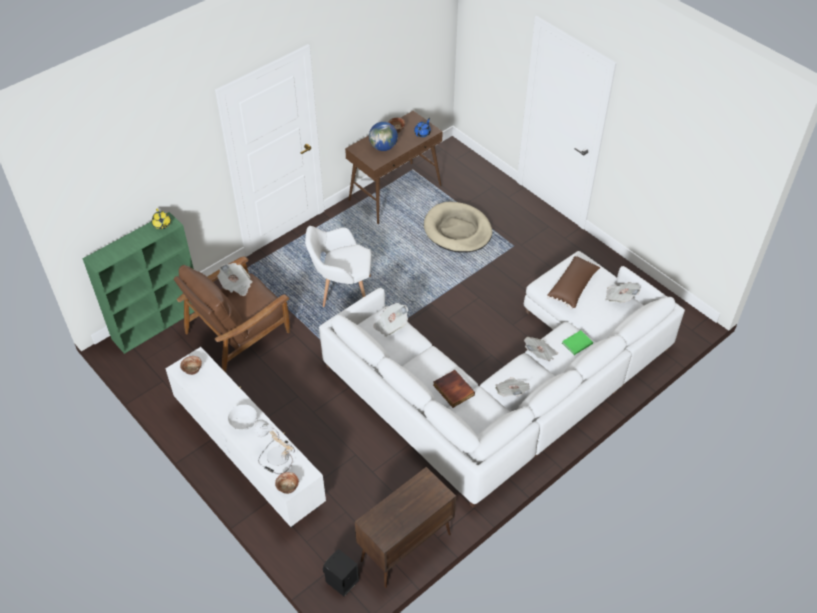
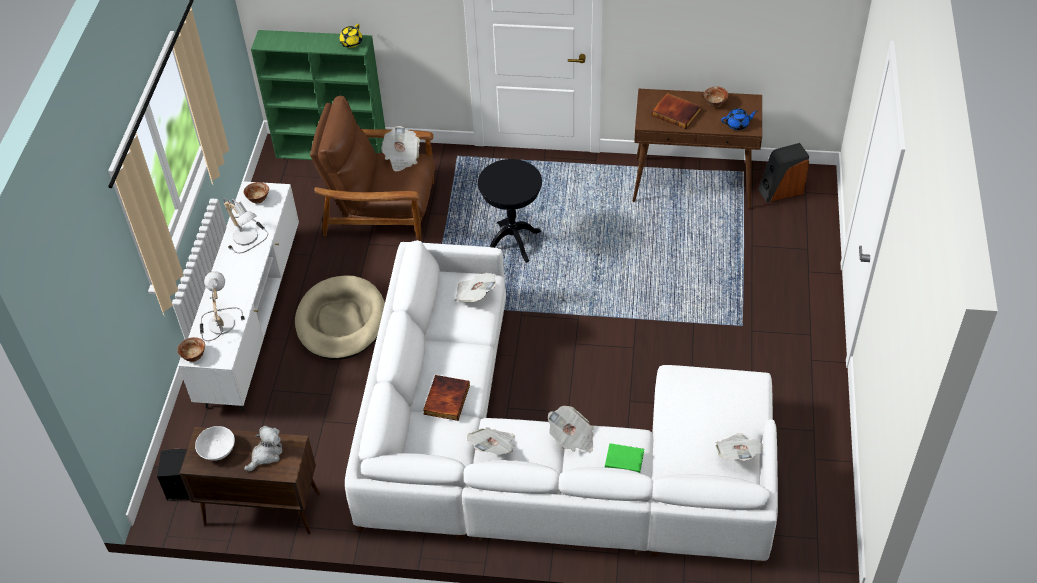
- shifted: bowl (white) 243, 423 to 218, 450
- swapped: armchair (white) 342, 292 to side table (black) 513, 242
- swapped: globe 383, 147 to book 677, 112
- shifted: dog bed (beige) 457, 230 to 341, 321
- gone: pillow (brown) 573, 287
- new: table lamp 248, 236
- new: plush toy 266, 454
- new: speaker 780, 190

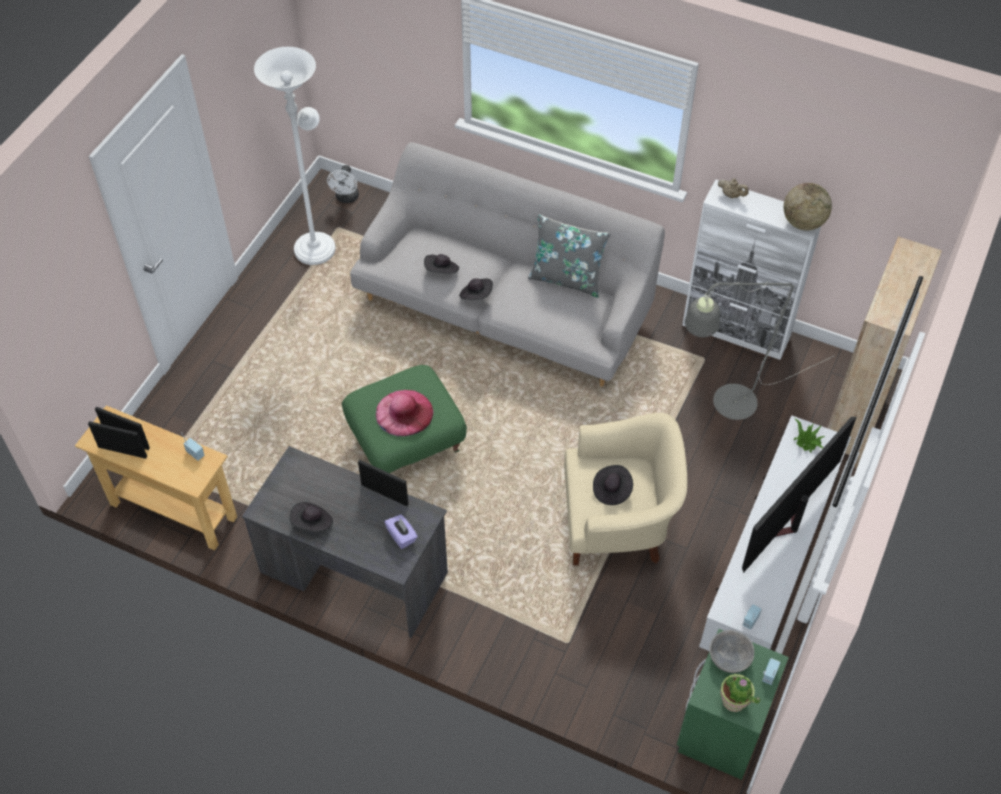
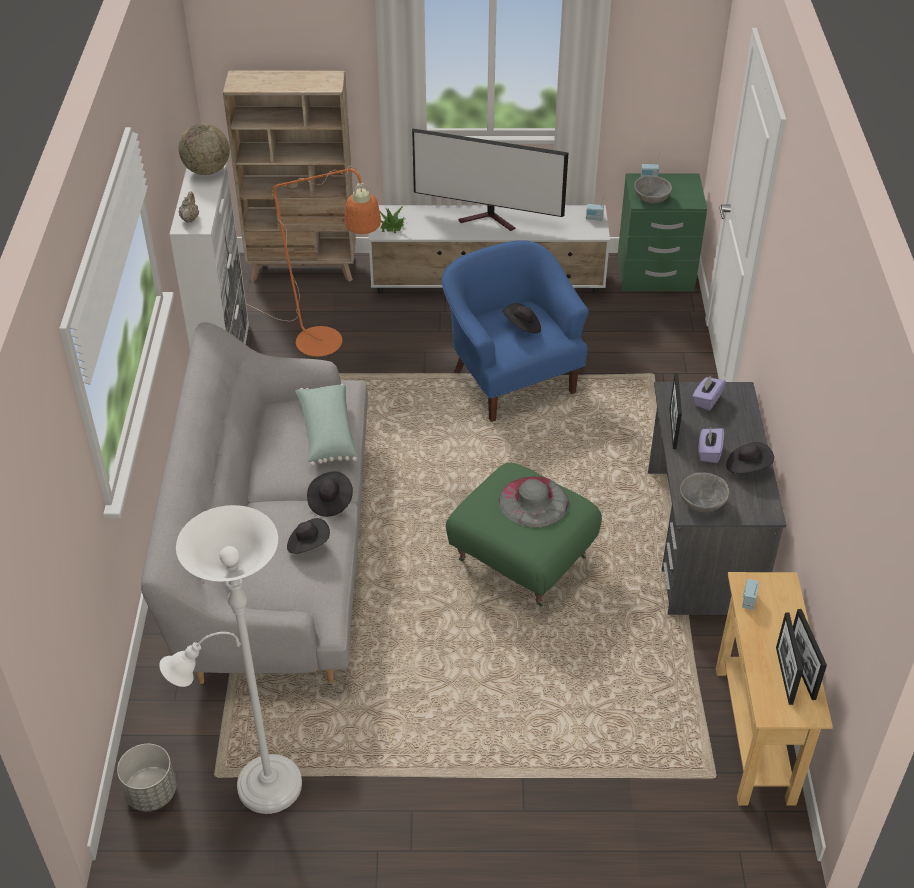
- swapped: fan (white) 346, 198 to planter (grey) 151, 792
- repainted: hat (pink) 404, 412 to hat (grey) 533, 501
- gone: pillow (grey) 567, 278
- repainted: armchair (beige) 618, 524 to armchair (blue) 511, 378
- repainted: floor lamp (grey) 725, 406 to floor lamp (orange) 329, 346
- gone: potted plant 734, 701
- new: pillow (green) 326, 433
- new: bowl (grey) 702, 502
- new: tissue box (purple) 709, 452

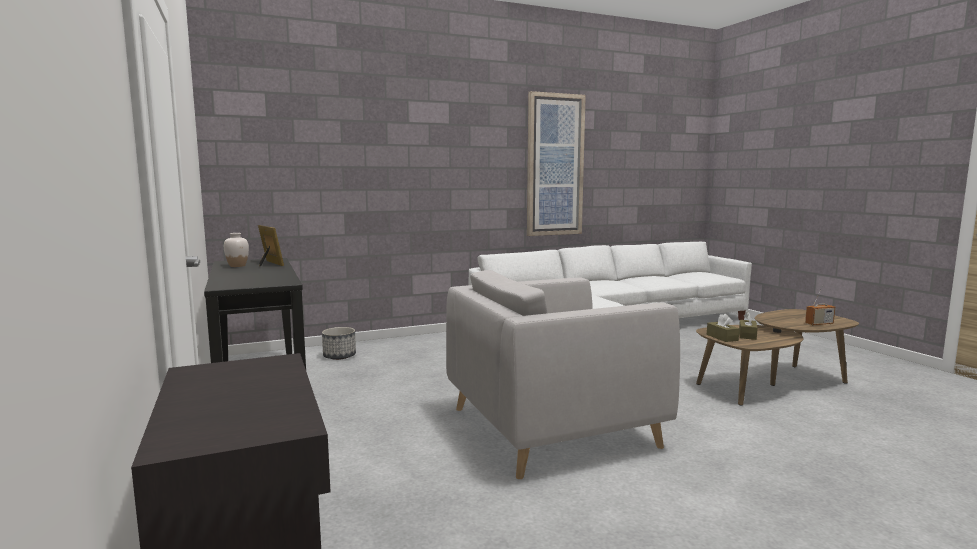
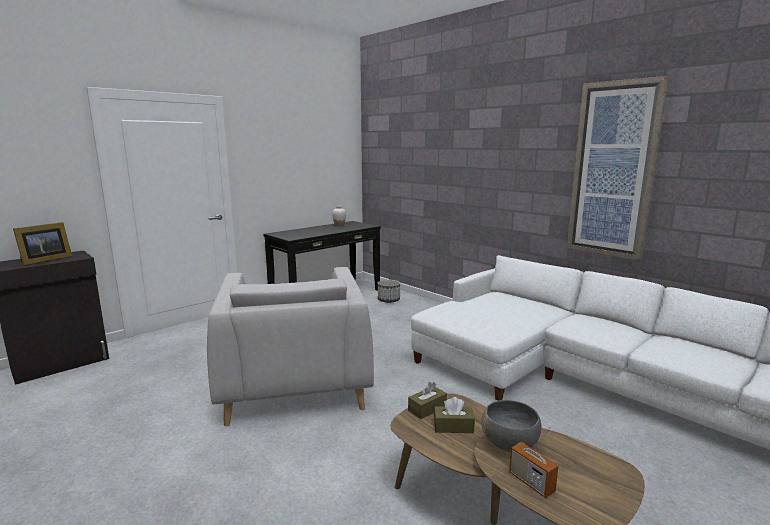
- shifted: picture frame 269, 264 to 44, 260
- rotated: armchair (grey) 551, 427 = 295, 385 150 degrees counterclockwise
- new: bowl (grey) 509, 443

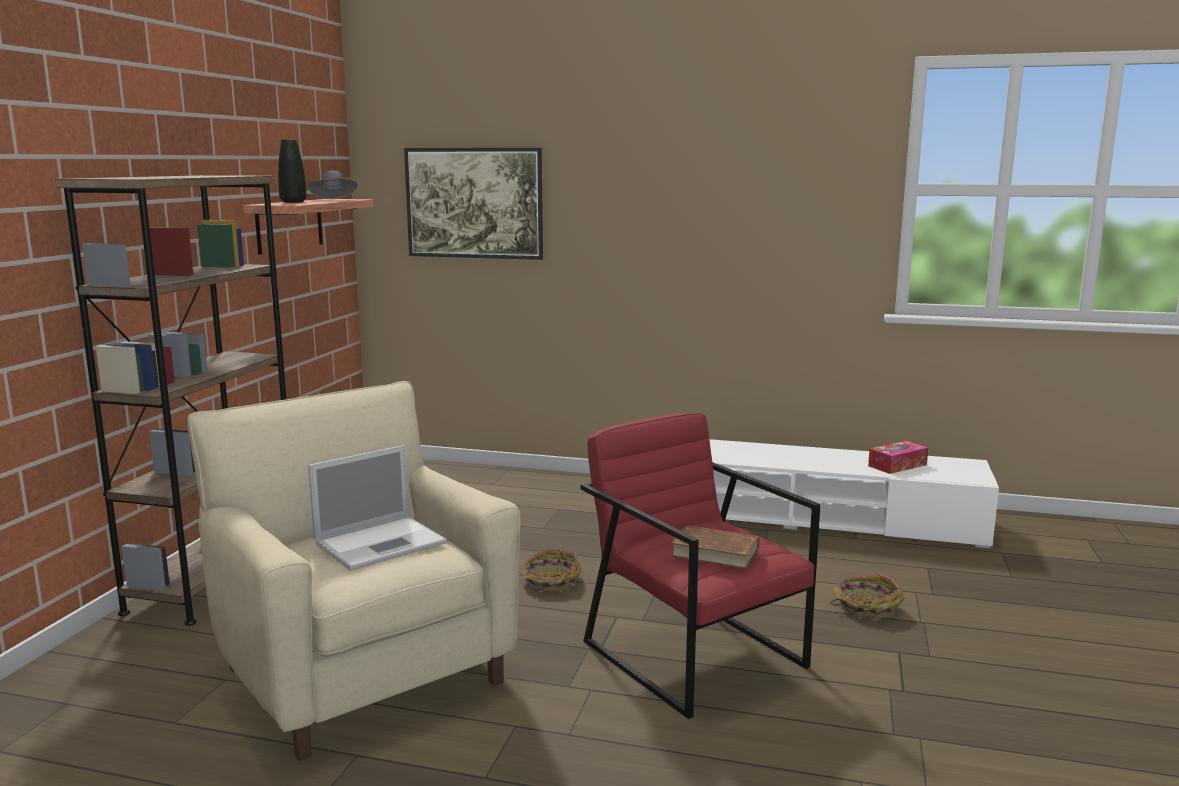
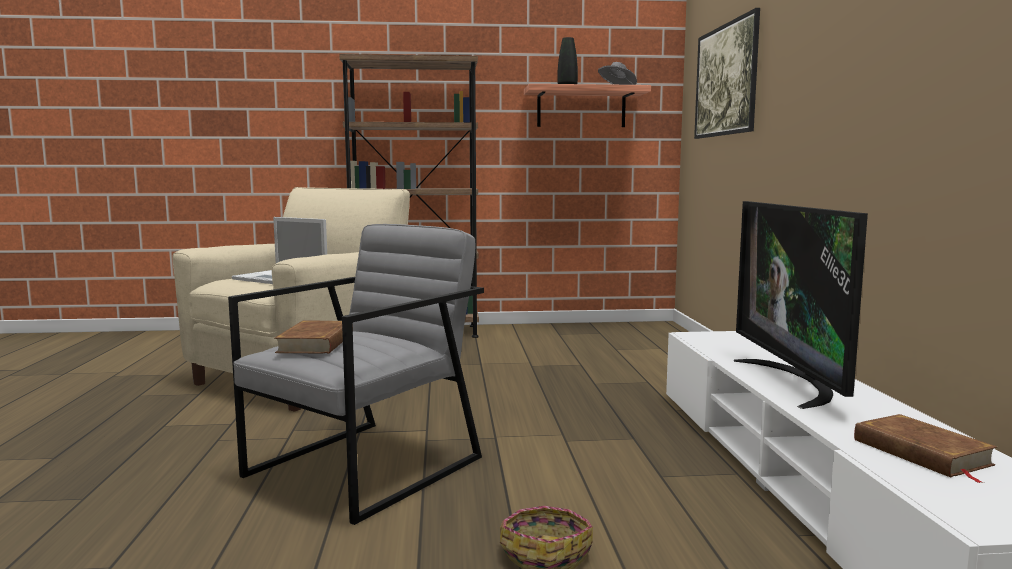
- gone: basket 550, 581
- repainted: armchair (red) 694, 653 to armchair (grey) 365, 467
- swapped: tissue box 897, 465 to book (brown) 921, 453
- new: television 793, 382

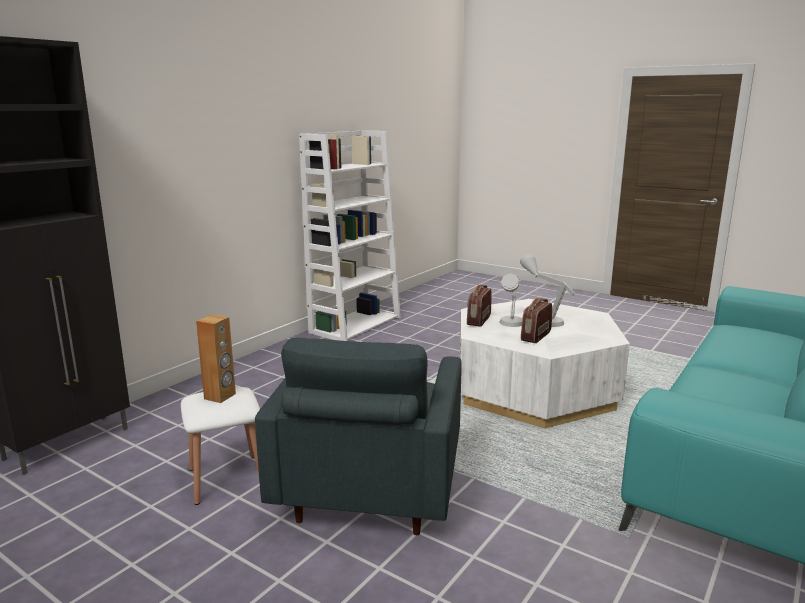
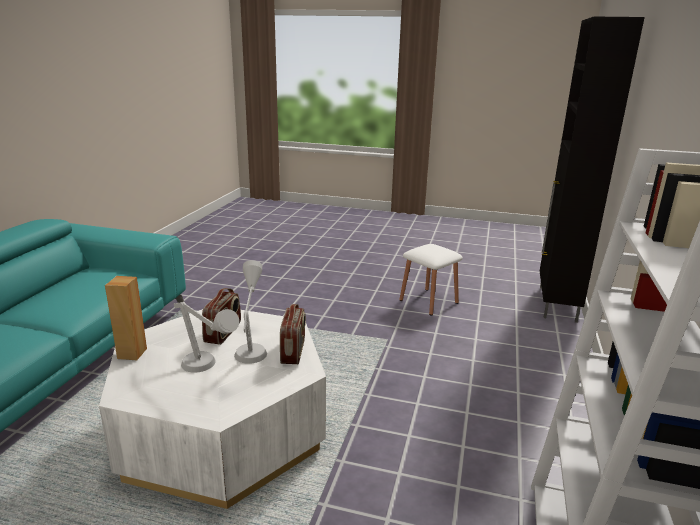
- shifted: speaker (brown) 220, 396 to 131, 353
- gone: armchair (grey) 368, 491

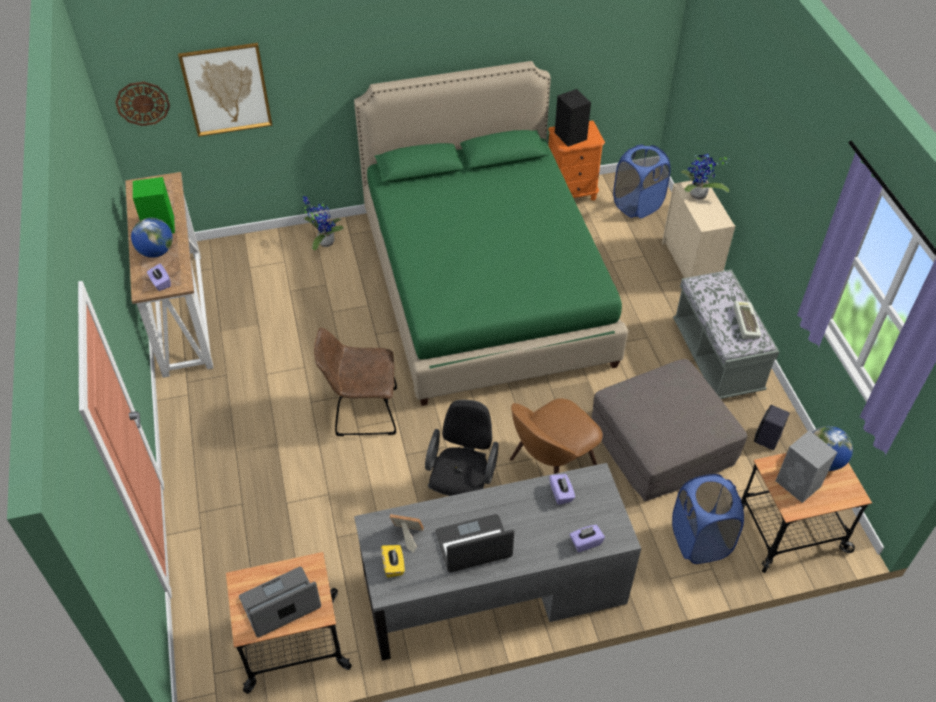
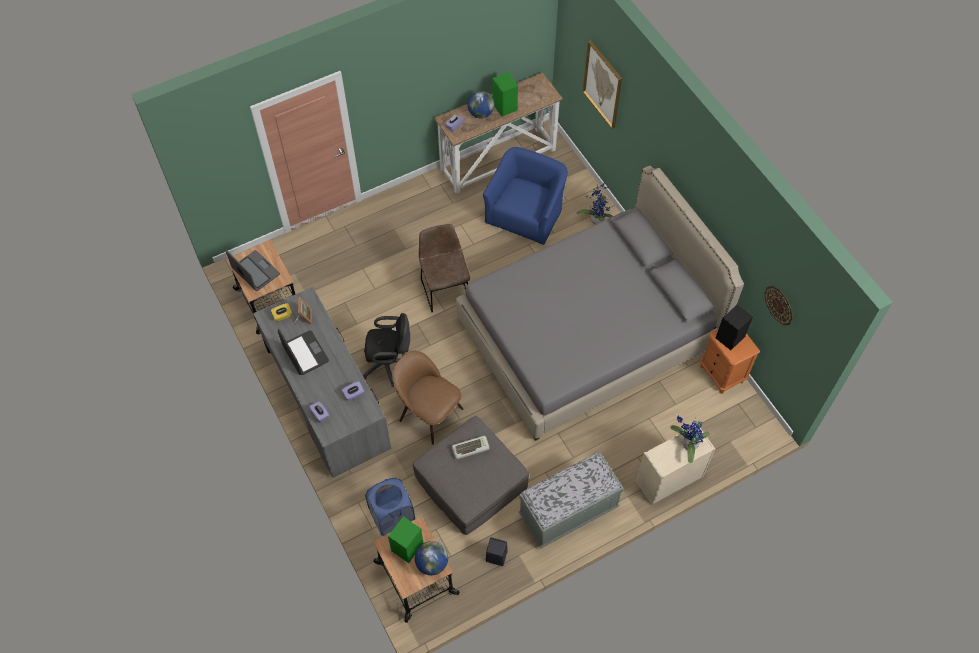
- shifted: wall clock 142, 103 to 779, 305
- repainted: bed (green) 484, 286 to bed (grey) 588, 334
- gone: laundry basket (blue) 637, 205
- shifted: keyboard 744, 322 to 470, 448
- repainted: speaker (grey) 799, 484 to speaker (green) 407, 548
- new: armchair (blue) 525, 214

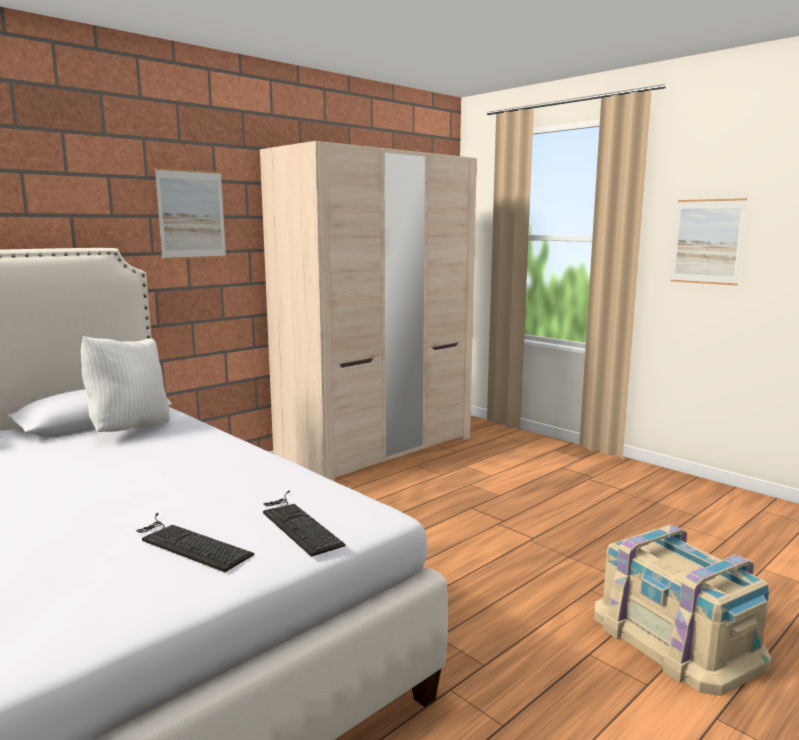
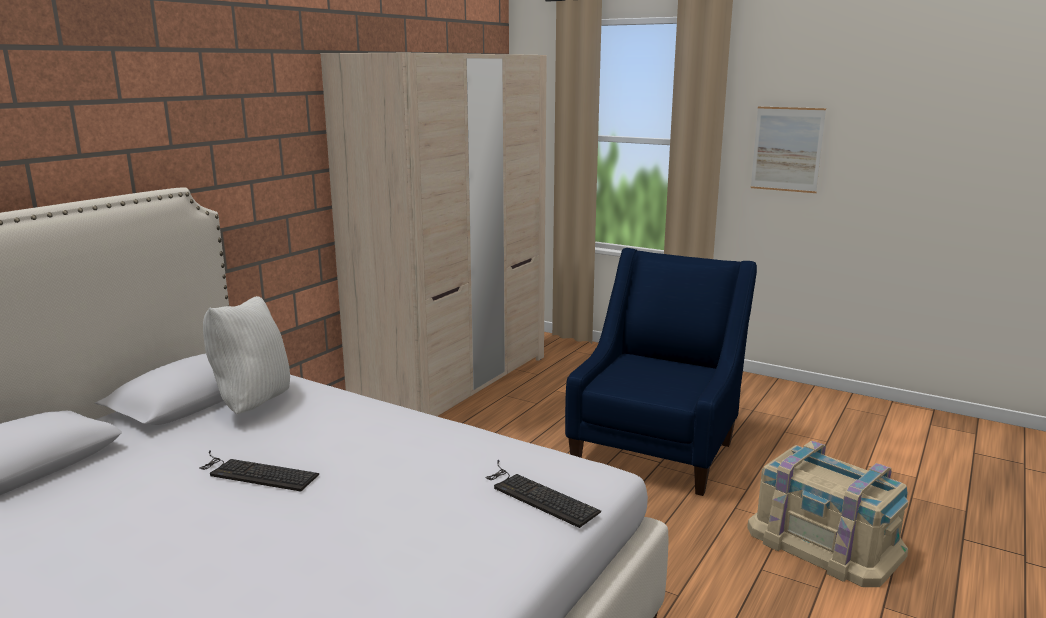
- shifted: keyboard 188, 543 to 254, 473
- gone: picture 191, 214
- new: armchair (blue) 657, 448

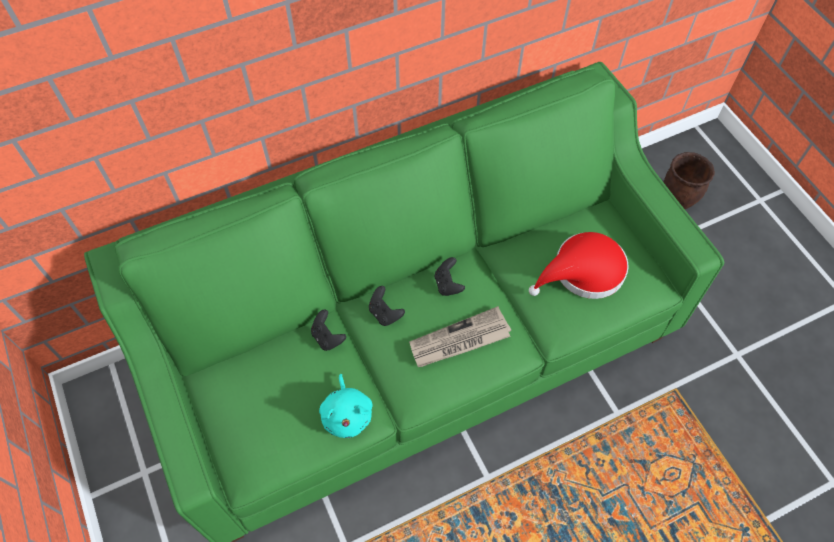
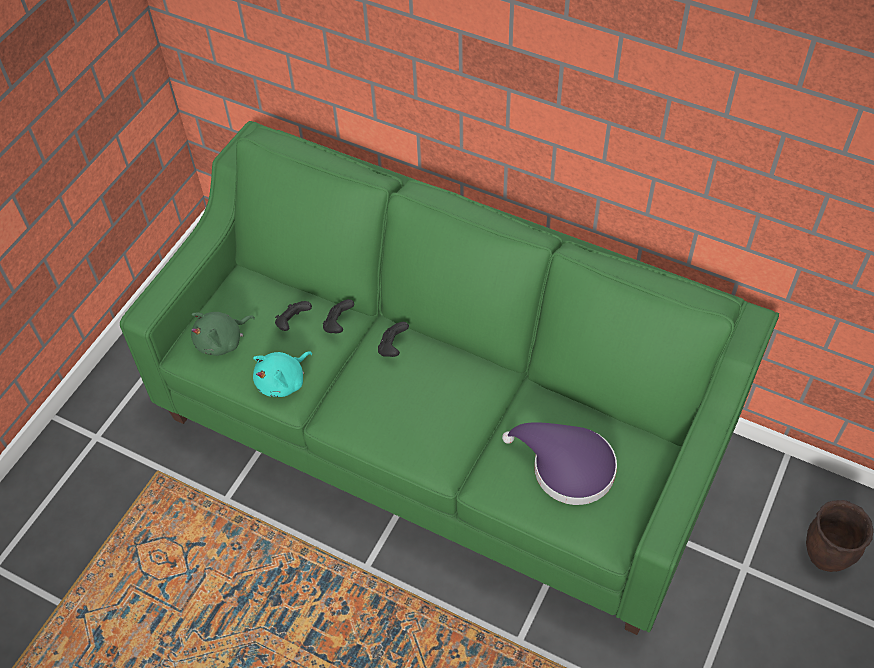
- gone: newspaper 459, 340
- shifted: game controller (black) 448, 284 to 293, 323
- repainted: hat (red) 583, 272 to hat (purple) 566, 467
- new: plush toy (green) 222, 341

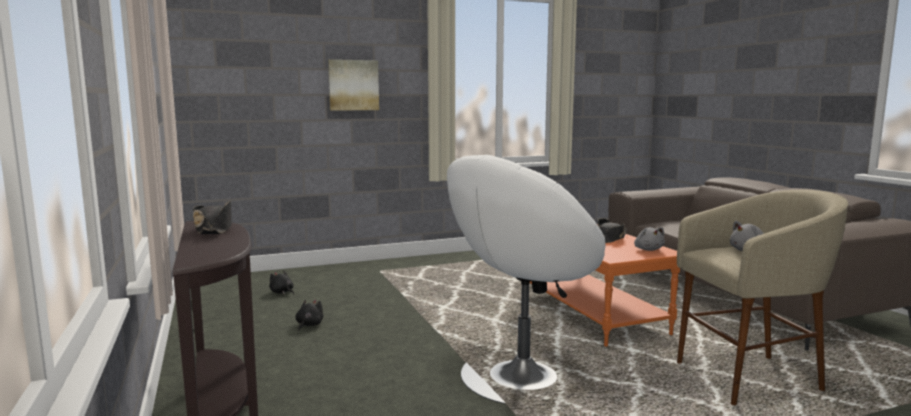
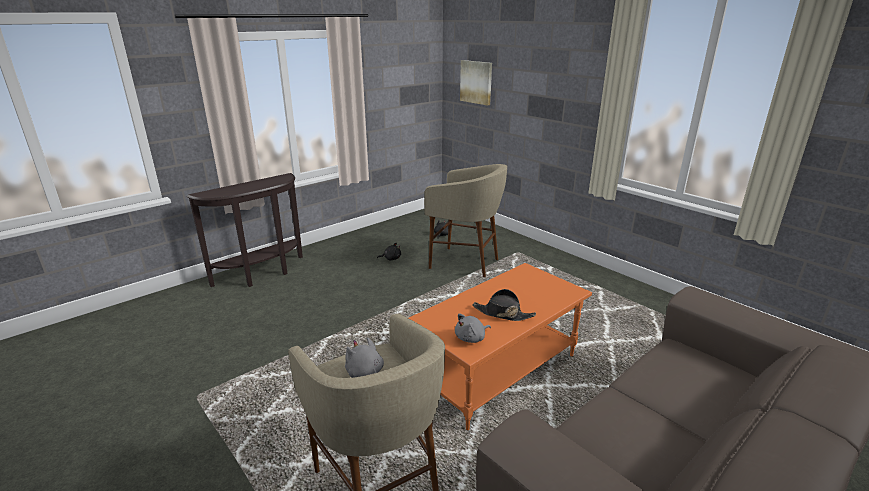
- gone: hat (black) 214, 229
- shifted: picture 353, 85 to 476, 82
- gone: armchair (white) 521, 375
- new: stool (beige) 465, 263

